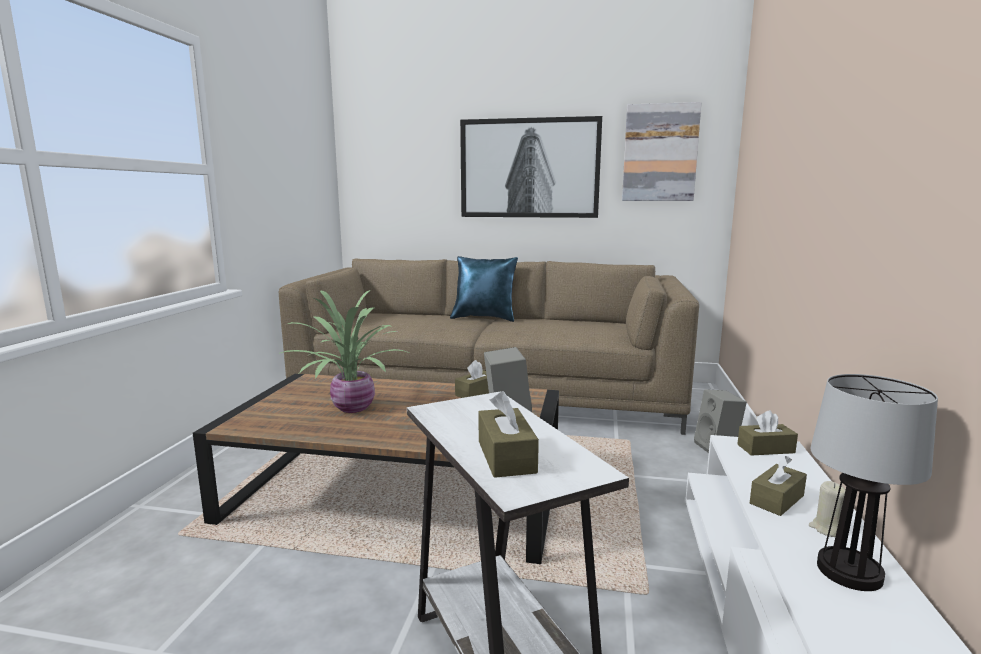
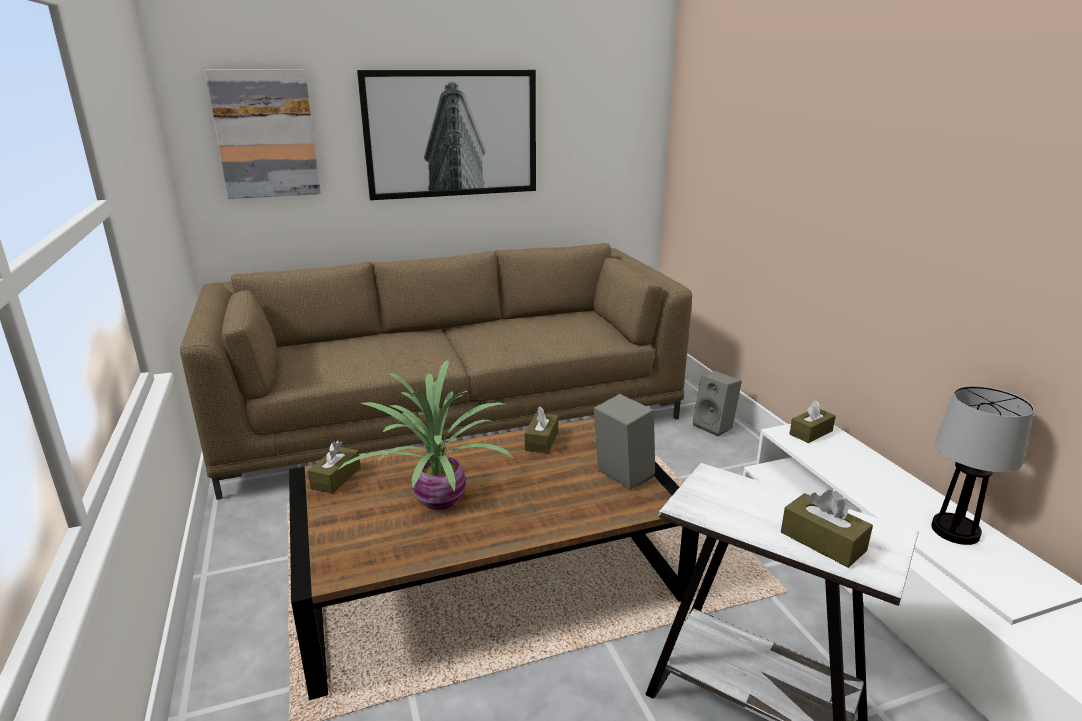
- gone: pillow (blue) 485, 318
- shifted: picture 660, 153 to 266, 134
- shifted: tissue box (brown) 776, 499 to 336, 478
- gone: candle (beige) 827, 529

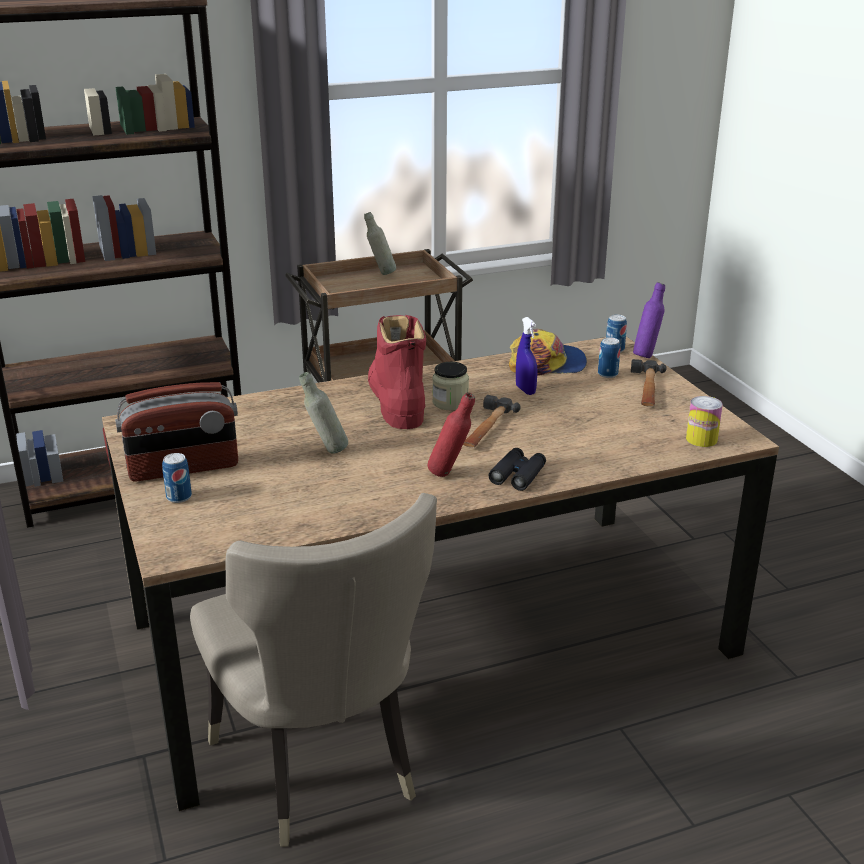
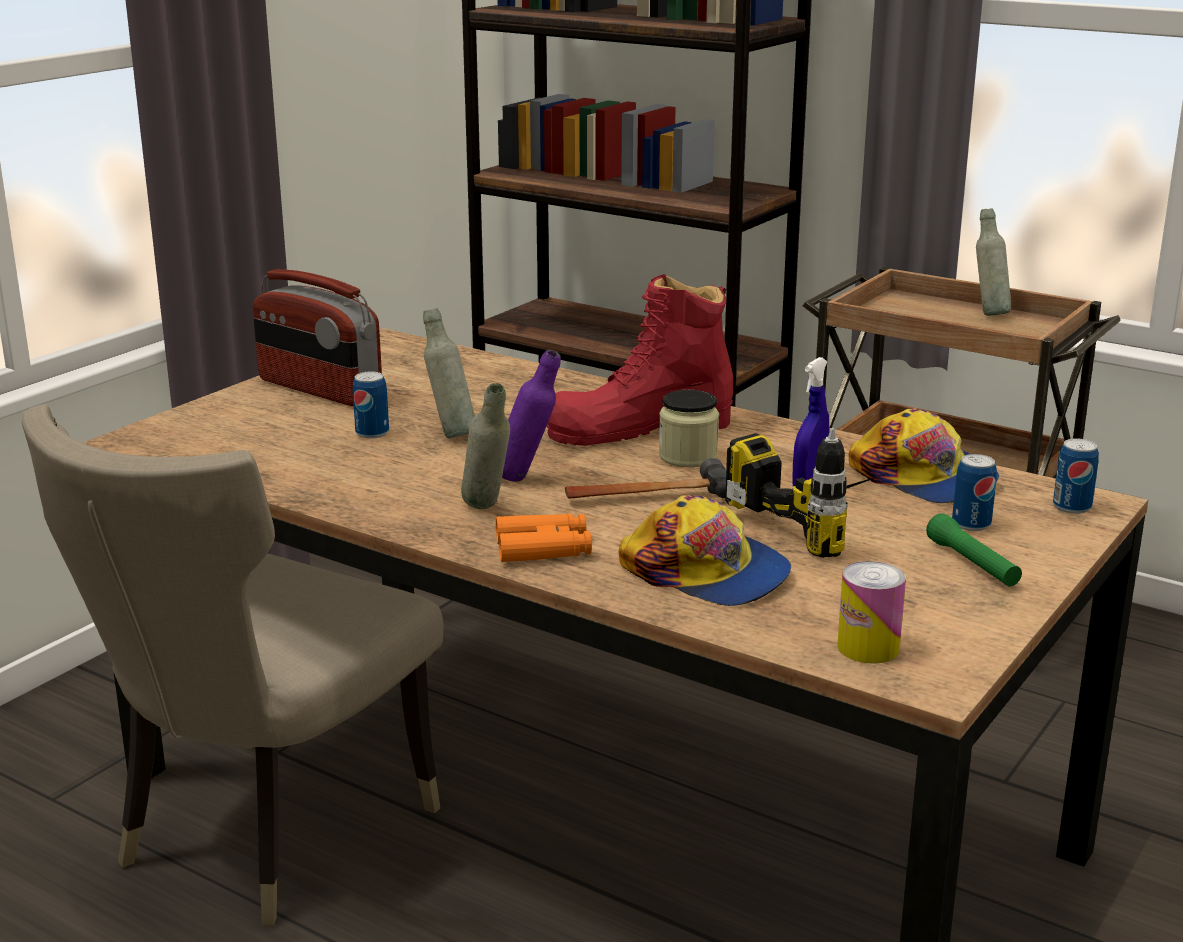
- shifted: can 179, 497 to 372, 433
- rotated: boot (red) 396, 401 = 639, 429 150 degrees counterclockwise
- repainted: bottle (red) 450, 474 to bottle (grey) 487, 511
- repainted: binoculars (black) 518, 475 to binoculars (orange) 543, 549
- swapped: hammer 646, 389 to flashlight (green) 972, 564
- shifted: bottle (purple) 646, 355 to 527, 479
- new: cap 706, 572
- new: power drill 825, 522

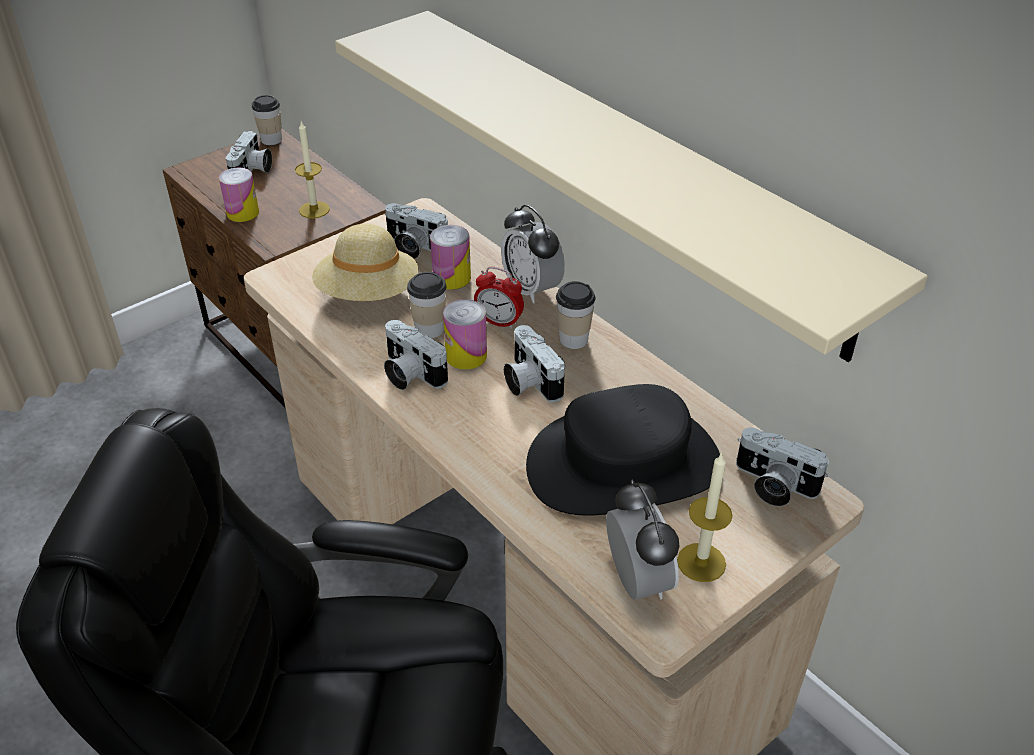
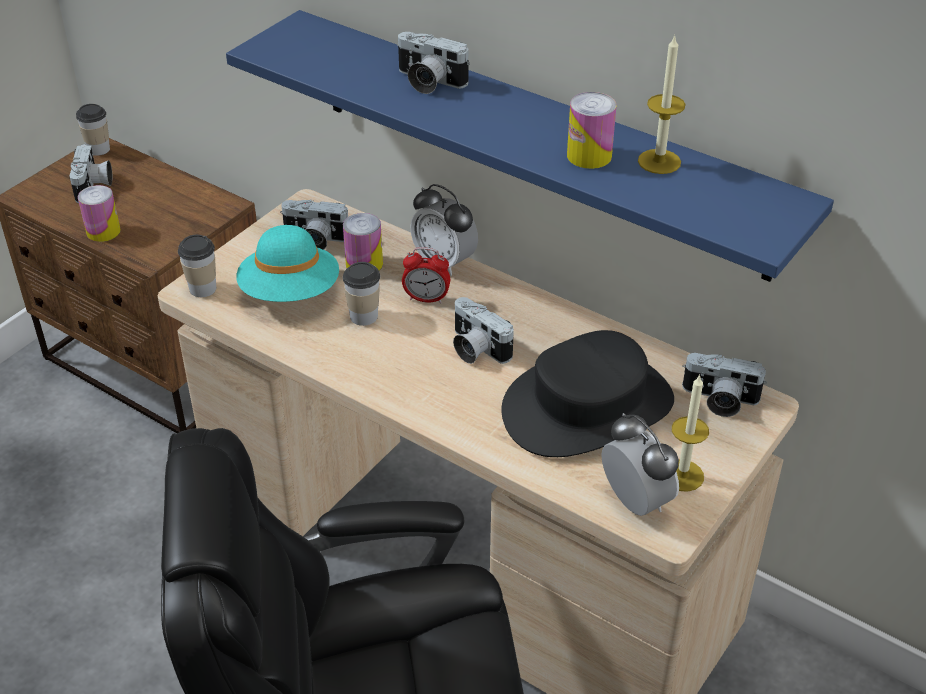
- shifted: candle 314, 210 to 659, 161
- repainted: hat (beige) 368, 294 to hat (turquoise) 290, 293
- repainted: shelf (beige) 627, 171 to shelf (blue) 536, 142
- shifted: photo camera 409, 374 to 428, 82
- shifted: can 466, 355 to 589, 156
- shifted: cup 573, 339 to 202, 288

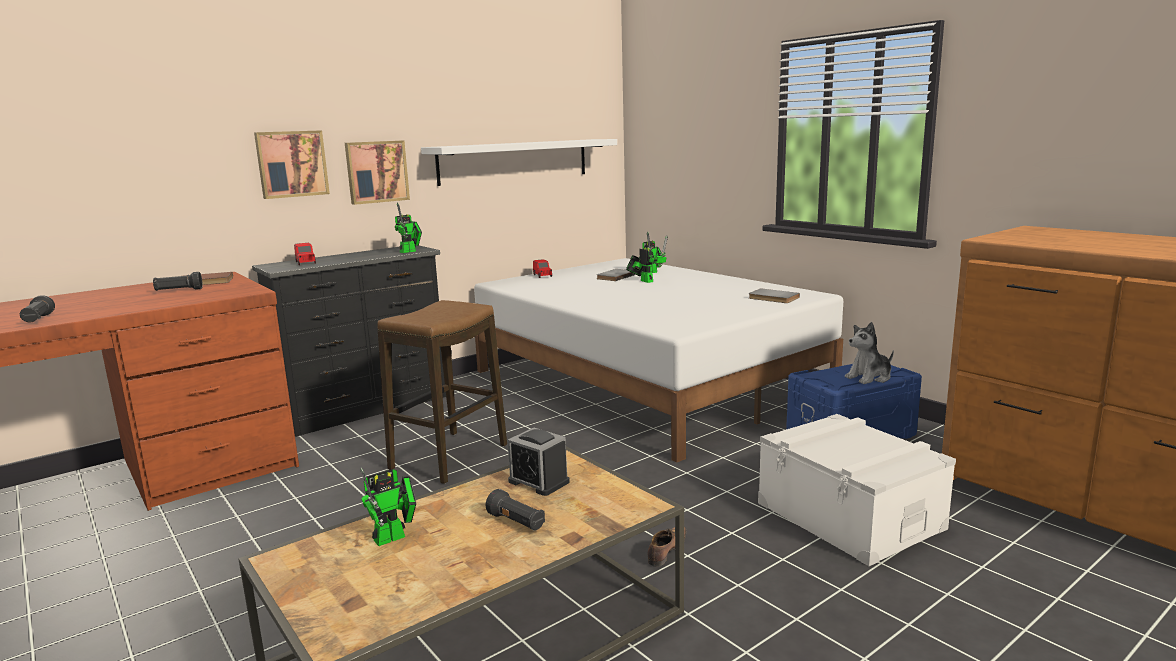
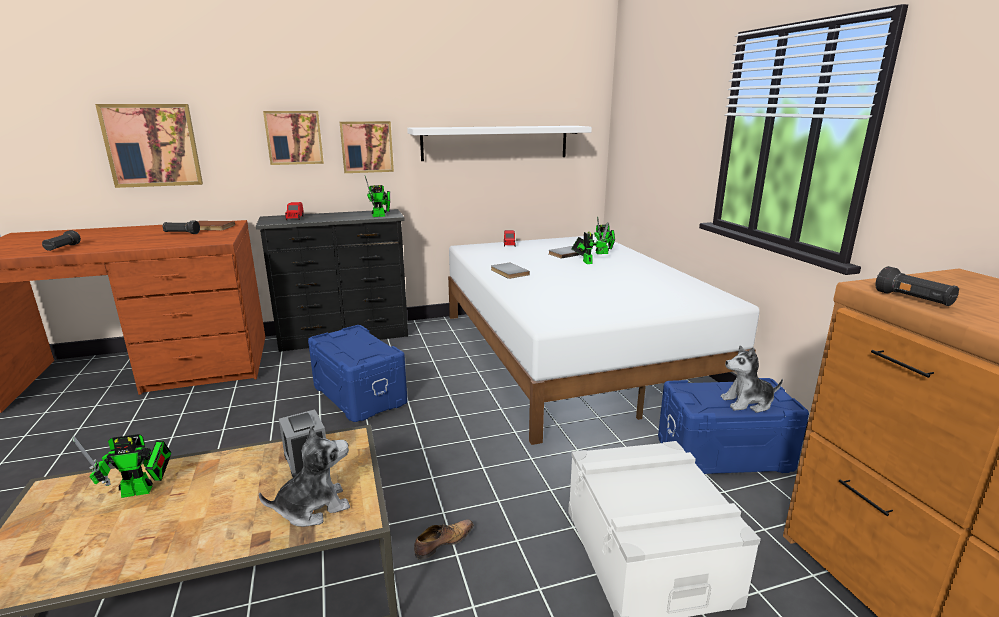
- swapped: stool 449, 457 to storage box (blue) 360, 394
- shifted: flashlight (black) 516, 523 to 913, 300
- shifted: book (grey) 772, 298 to 508, 272
- new: picture 152, 145
- new: plush toy 313, 507

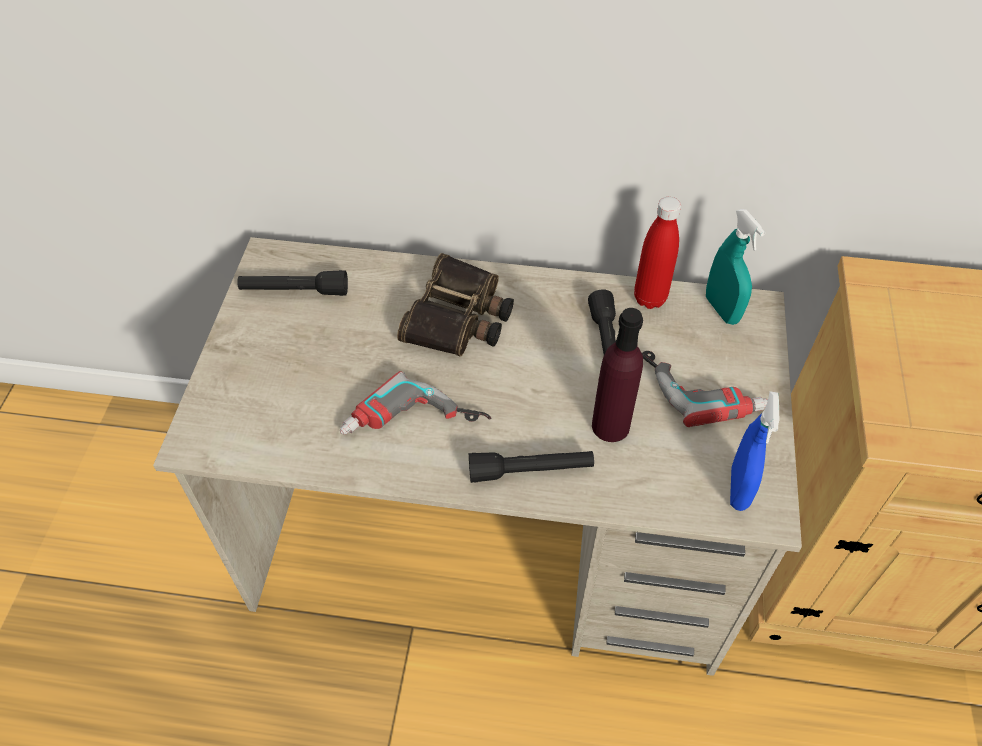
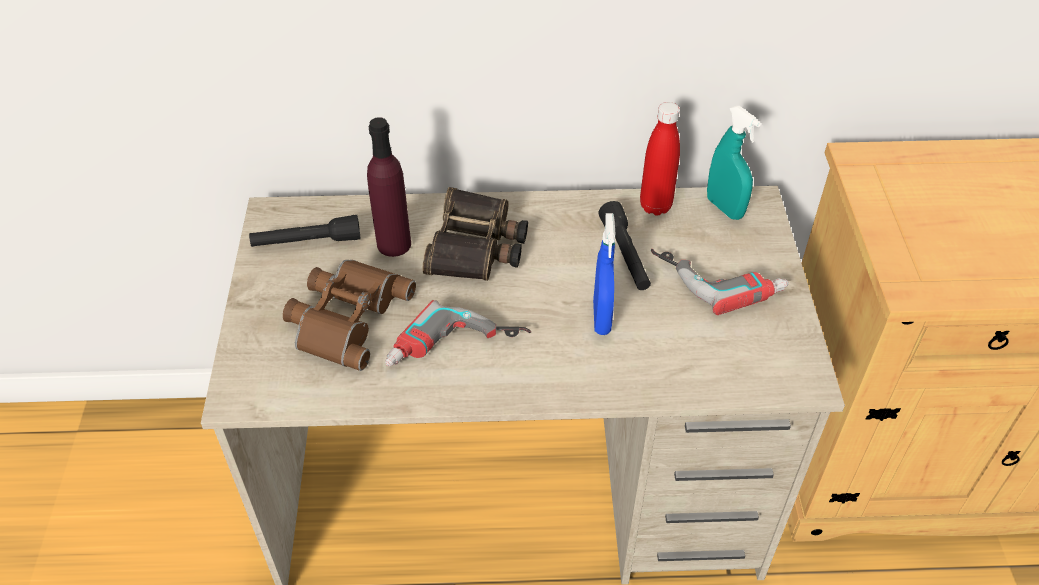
- gone: flashlight (black) 530, 471
- shifted: bottle (purple) 610, 426 to 394, 244
- shifted: spray bottle (blue) 739, 488 to 601, 318
- new: binoculars (brown) 345, 316

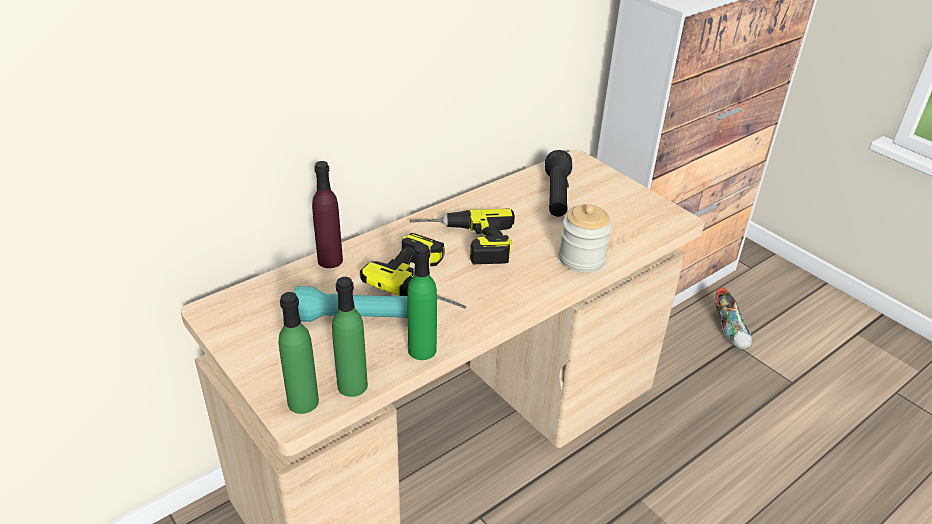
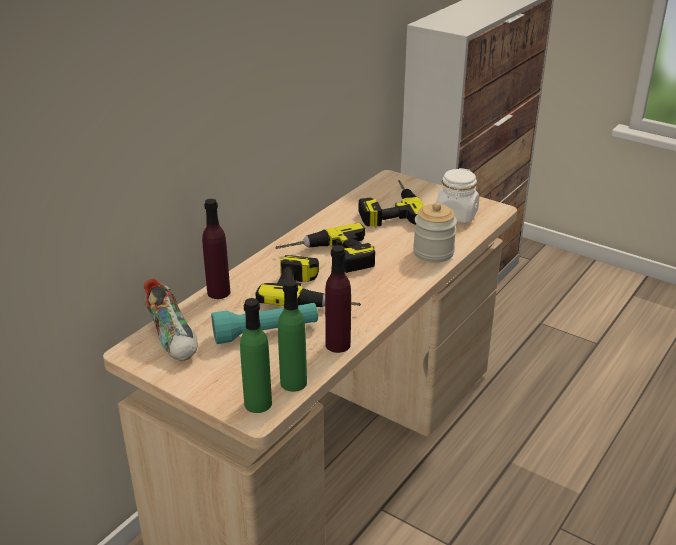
- repainted: bottle (green) 422, 350 to bottle (purple) 338, 345
- swapped: flashlight (black) 557, 196 to power drill 388, 208
- shifted: shoe 730, 330 to 174, 338
- new: jar (white) 456, 215

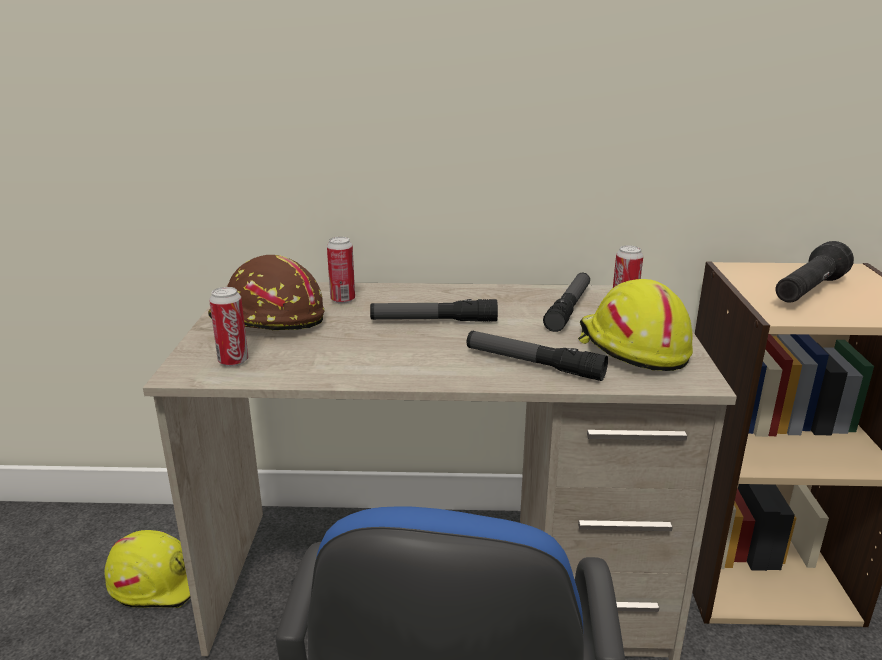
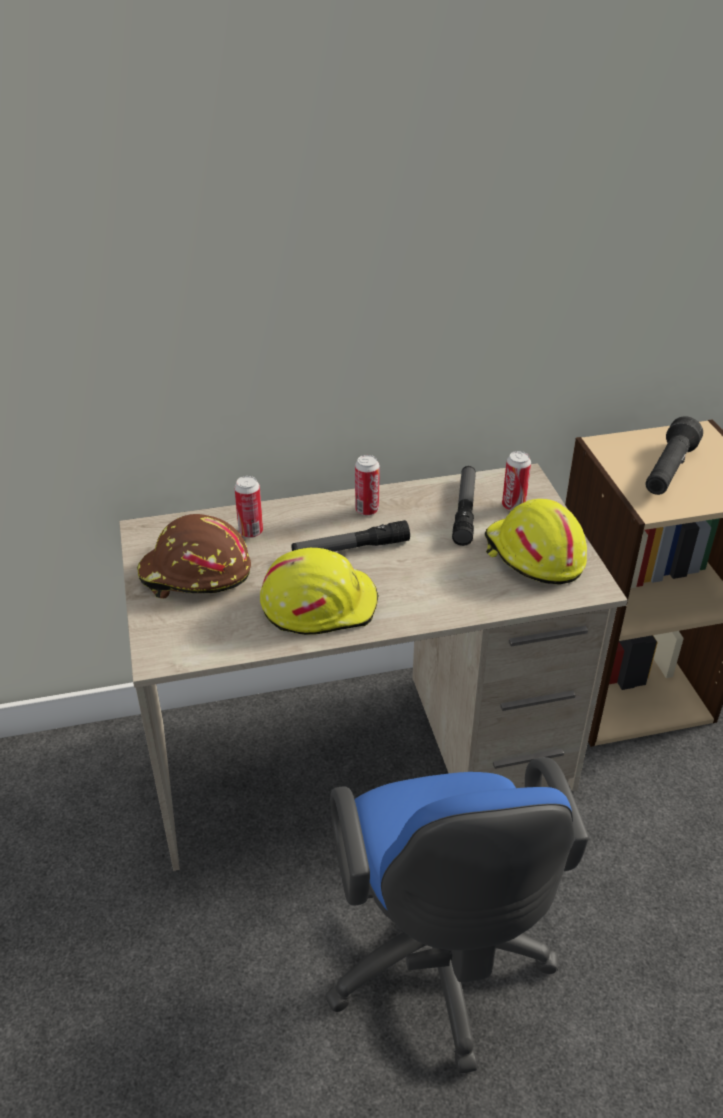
- shifted: hard hat (yellow) 159, 580 to 319, 604
- shifted: can 233, 361 to 367, 510
- gone: flashlight 533, 364

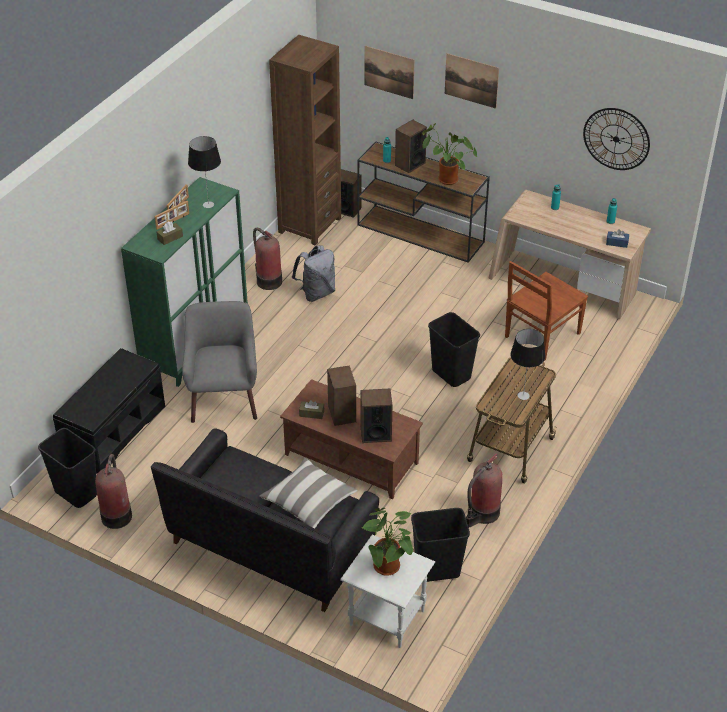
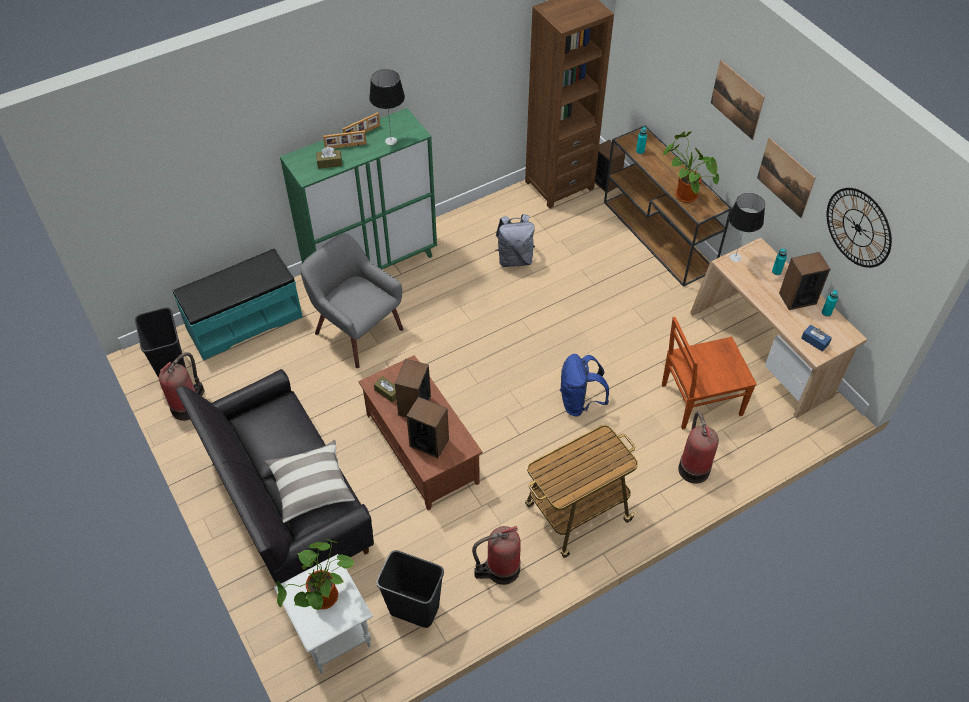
- repainted: bench (black) 113, 431 to bench (turquoise) 244, 322
- rotated: armchair (grey) 224, 397 = 357, 331 75 degrees counterclockwise
- shifted: fire extinguisher 268, 280 to 693, 467
- shifted: picture 389, 72 to 785, 177
- shifted: speaker 410, 164 to 797, 298
- swapped: trash can (black) 452, 374 to backpack (blue) 579, 402
- shifted: table lamp 523, 396 to 735, 258

